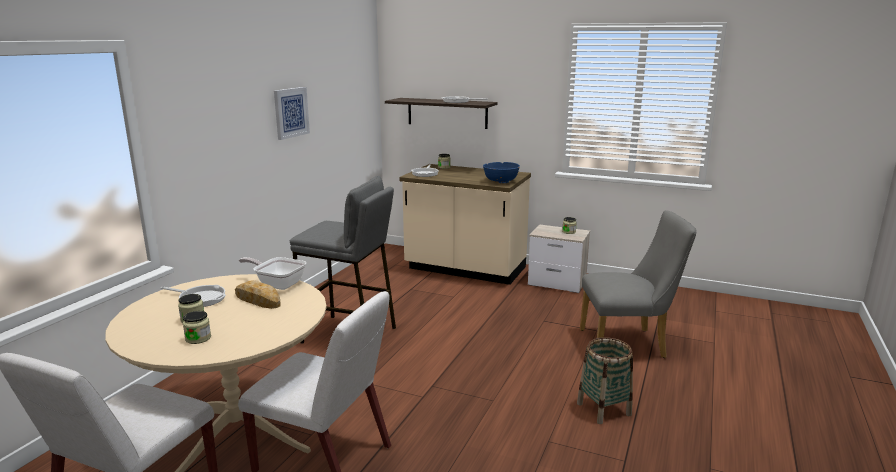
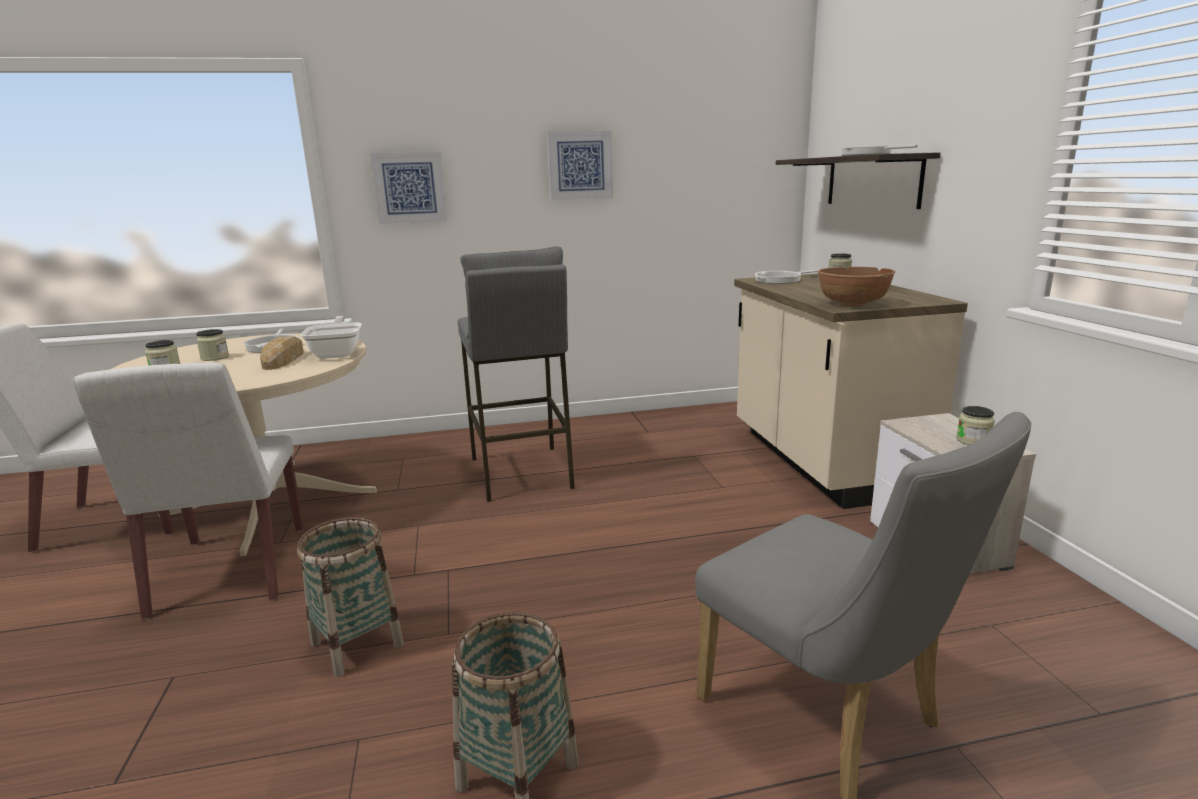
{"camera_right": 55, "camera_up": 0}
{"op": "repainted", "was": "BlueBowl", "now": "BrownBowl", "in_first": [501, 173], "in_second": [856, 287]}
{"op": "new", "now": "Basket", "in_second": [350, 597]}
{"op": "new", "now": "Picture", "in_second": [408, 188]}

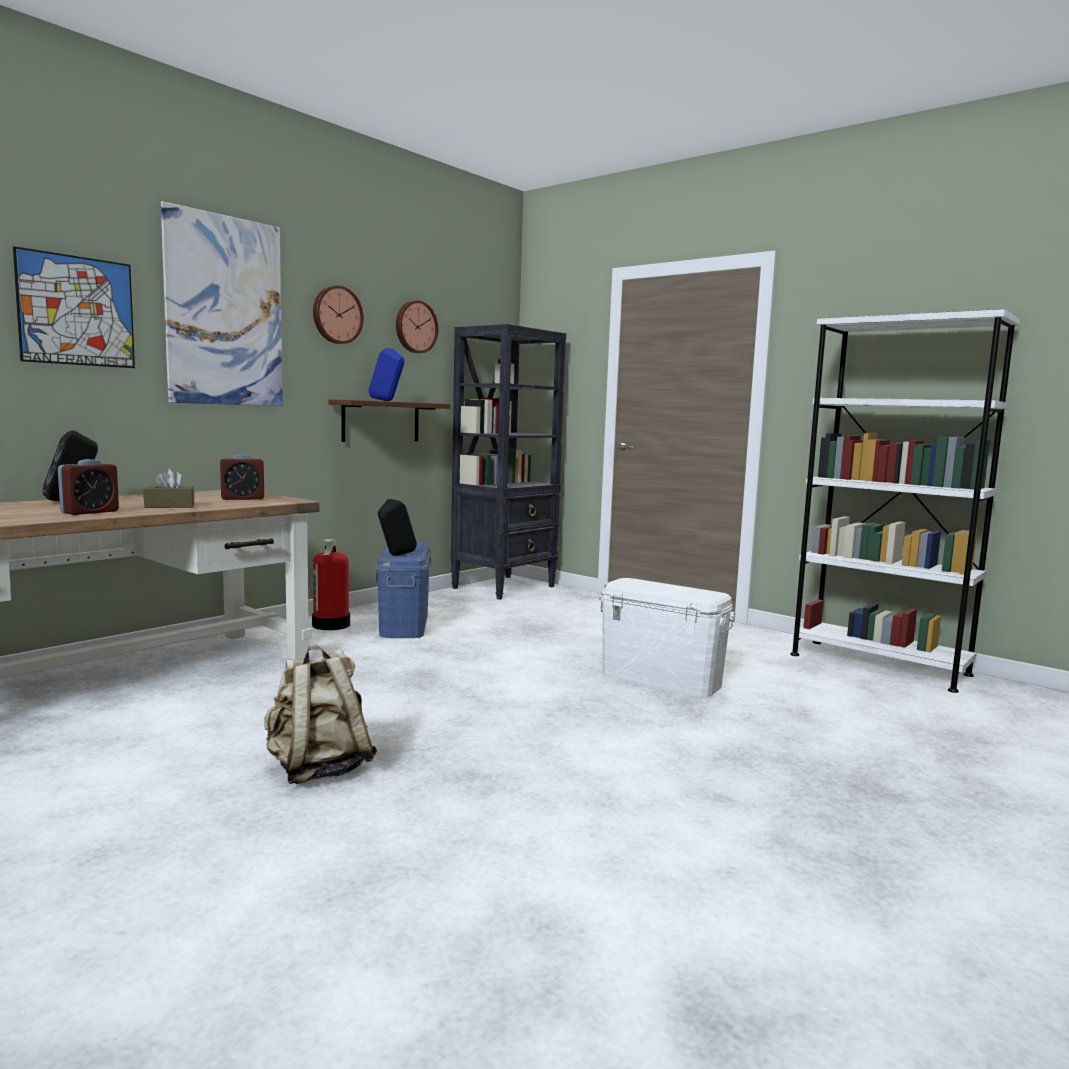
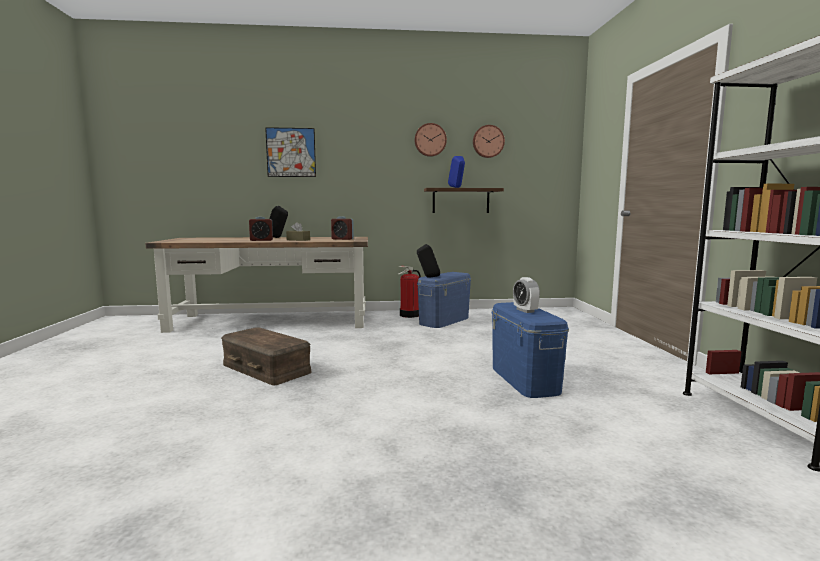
{"camera_right": 45, "camera_up": 0}
{"op": "gone", "was": "Picture", "in_first": [222, 303]}
{"op": "swapped", "was": "BeigeBackpack", "now": "BrownStorageBox", "in_first": [320, 715], "in_second": [266, 356]}
{"op": "gone", "was": "BlackBookcase", "in_first": [508, 462]}
{"op": "repainted", "was": "WhiteStorageBox", "now": "BlueStorageBox", "in_first": [667, 638], "in_second": [530, 350]}
{"op": "new", "now": "AlarmClock", "in_second": [526, 295]}

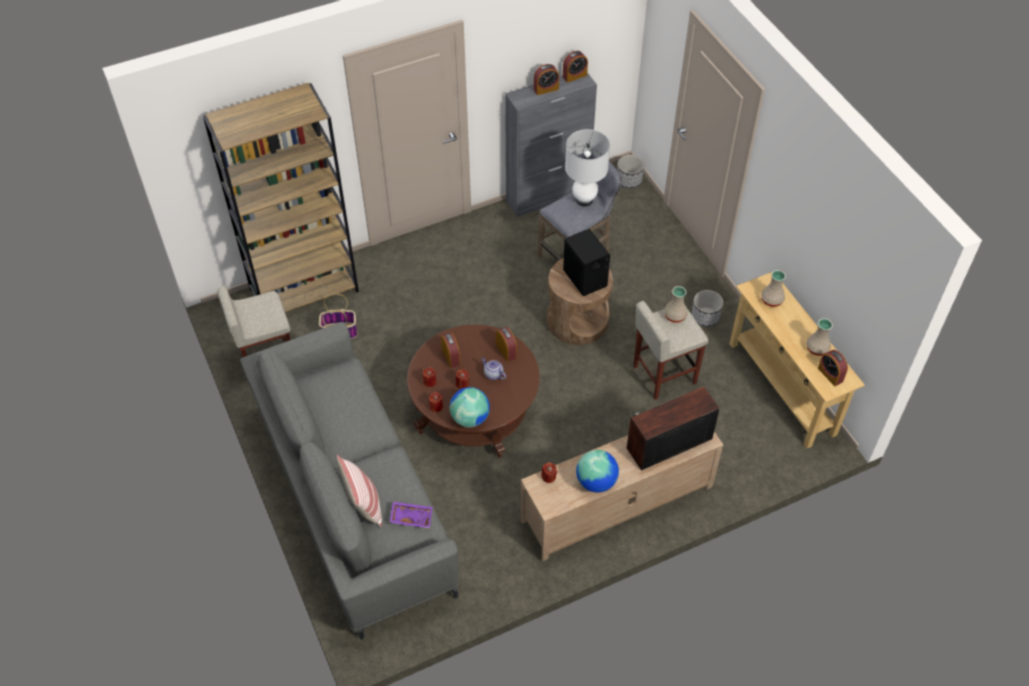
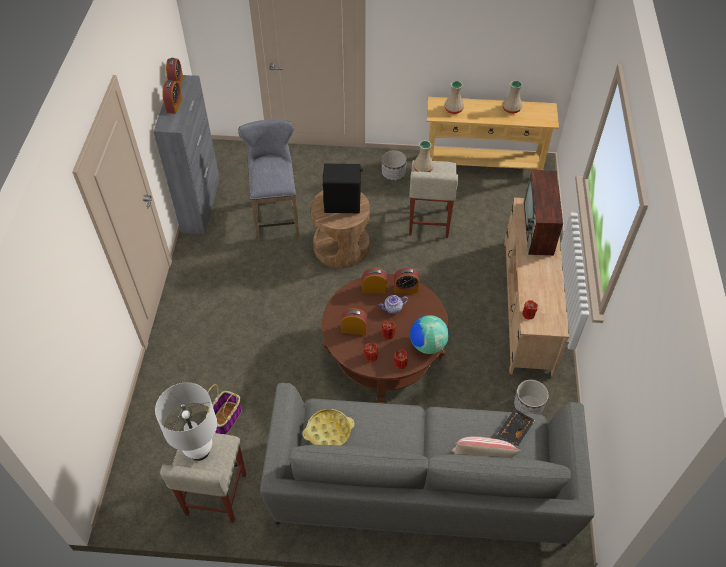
{"camera_right": -60, "camera_up": 0}
{"op": "gone", "was": "BrownBookcase", "in_first": [281, 197]}
{"op": "repainted", "was": "PurpleTray", "now": "BlackTray", "in_first": [411, 515], "in_second": [516, 427]}
{"op": "shifted", "was": "WhiteTableLamp", "in_first": [587, 167], "in_second": [186, 421]}
{"op": "gone", "was": "Globe", "in_first": [597, 471]}
{"op": "shifted", "was": "Planter", "in_first": [631, 171], "in_second": [531, 397]}
{"op": "shifted", "was": "AlarmClock", "in_first": [833, 368], "in_second": [406, 280]}
{"op": "new", "now": "YellowTray", "in_second": [329, 427]}

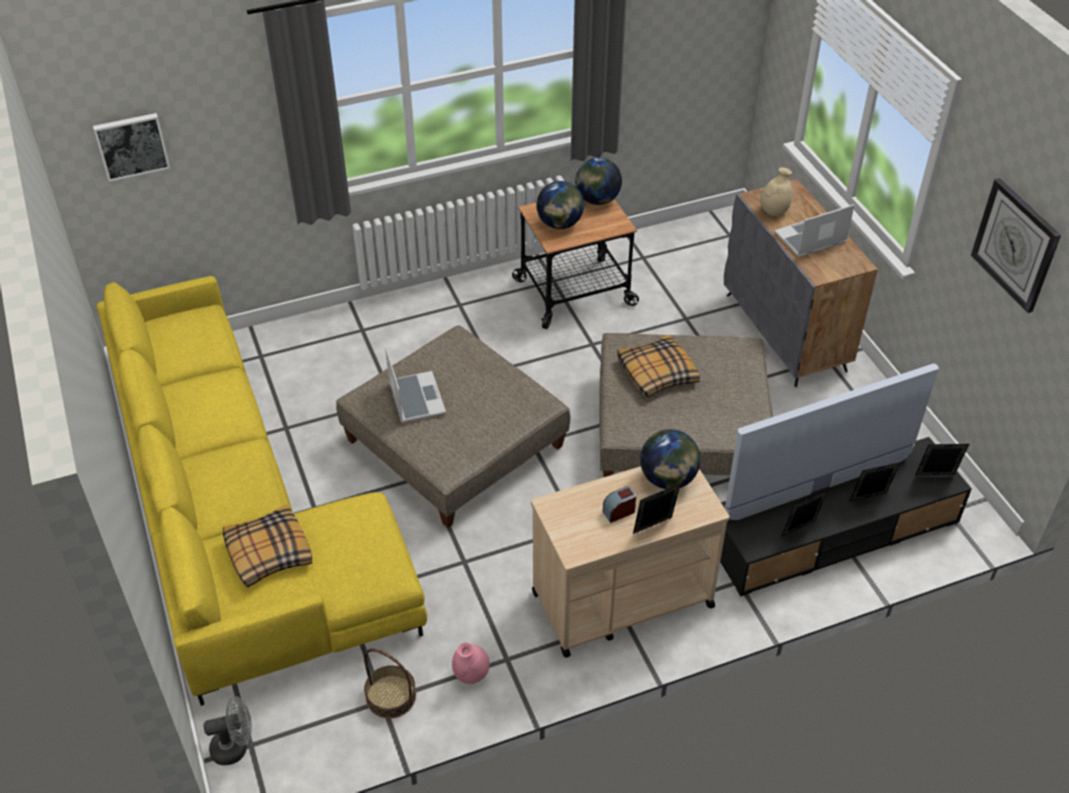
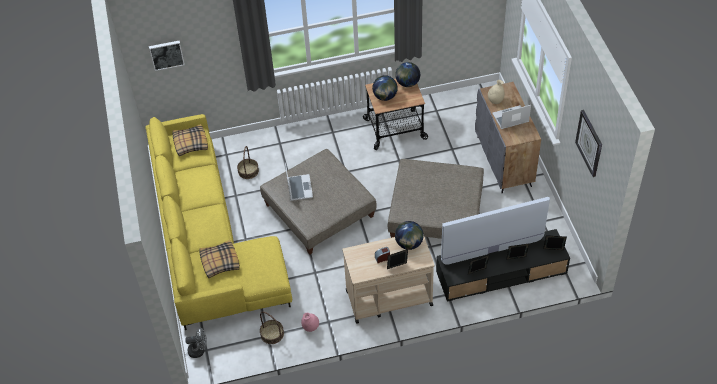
{"camera_right": 10, "camera_up": 5}
{"op": "shifted", "was": "Pillow", "in_first": [658, 366], "in_second": [190, 140]}
{"op": "new", "now": "Basket", "in_second": [248, 162]}

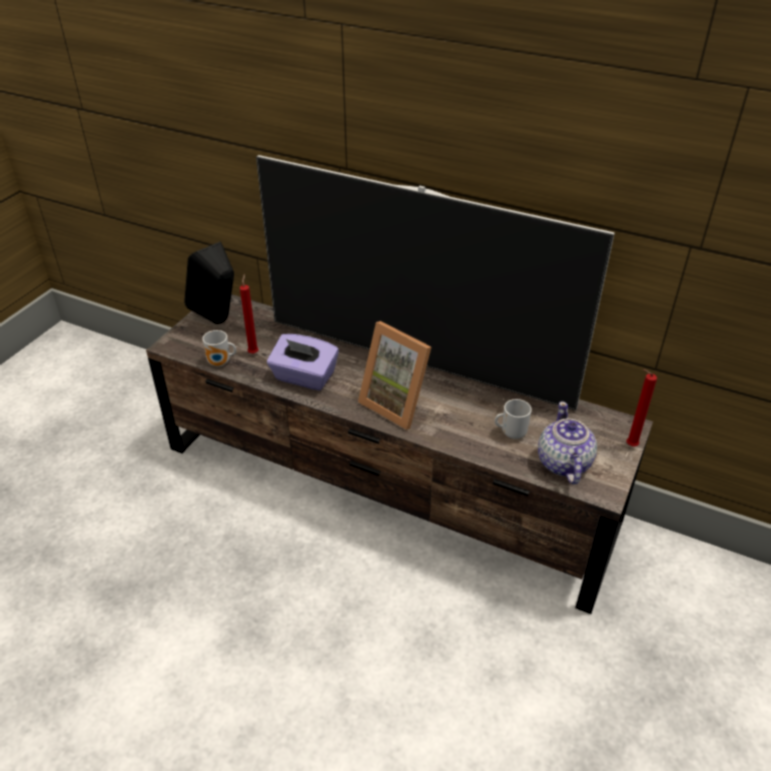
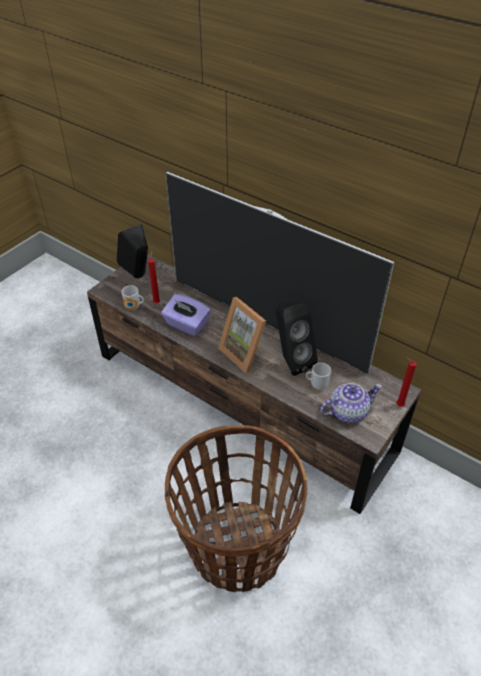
{"camera_right": 10, "camera_up": 5}
{"op": "rotated", "was": "Teapot", "in_first": [567, 443], "in_second": [351, 403], "clockwise": 60}
{"op": "new", "now": "Basket", "in_second": [236, 508]}
{"op": "new", "now": "BlackSpeaker", "in_second": [297, 339]}

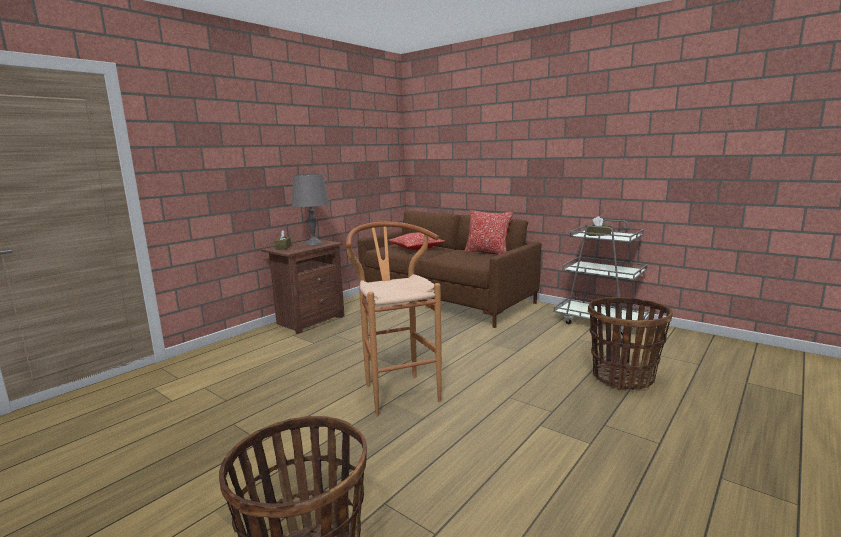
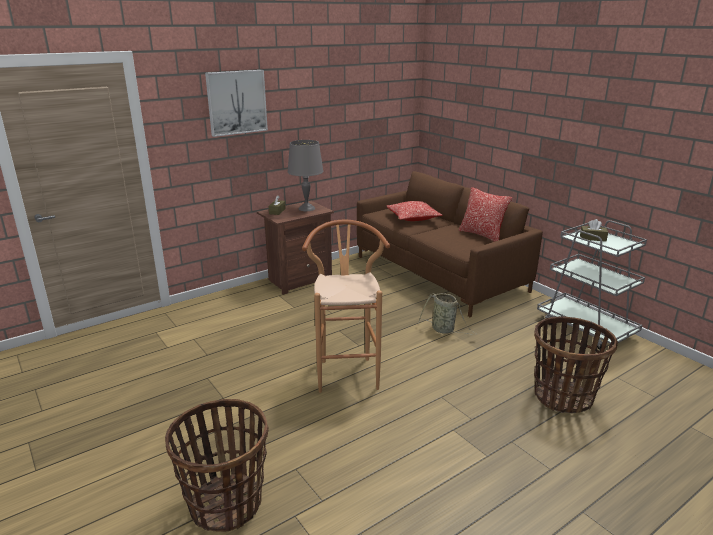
{"camera_right": 15, "camera_up": 10}
{"op": "new", "now": "Picture", "in_second": [236, 103]}
{"op": "new", "now": "Basket", "in_second": [447, 314]}

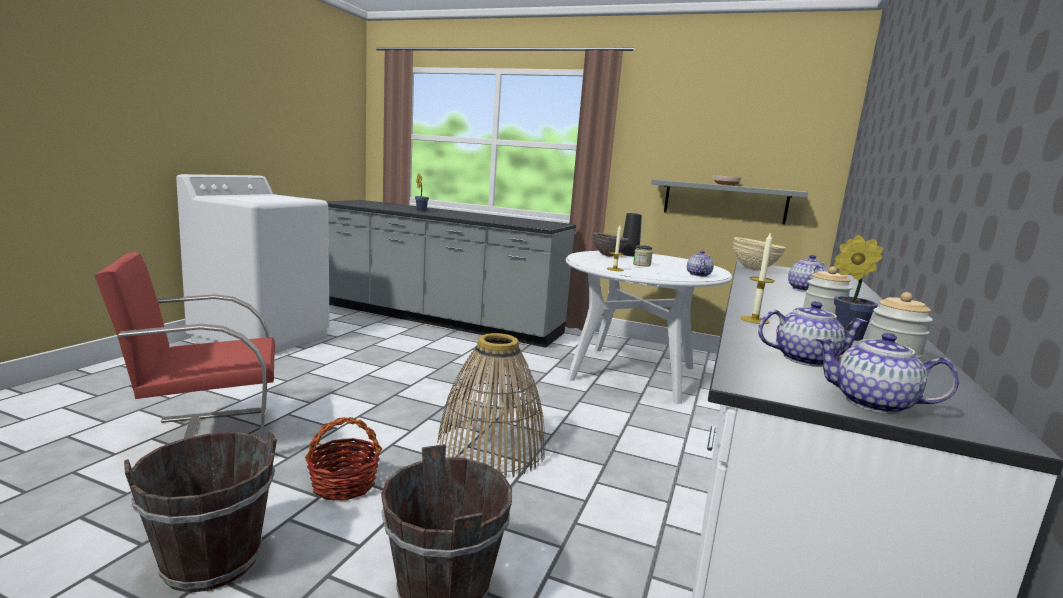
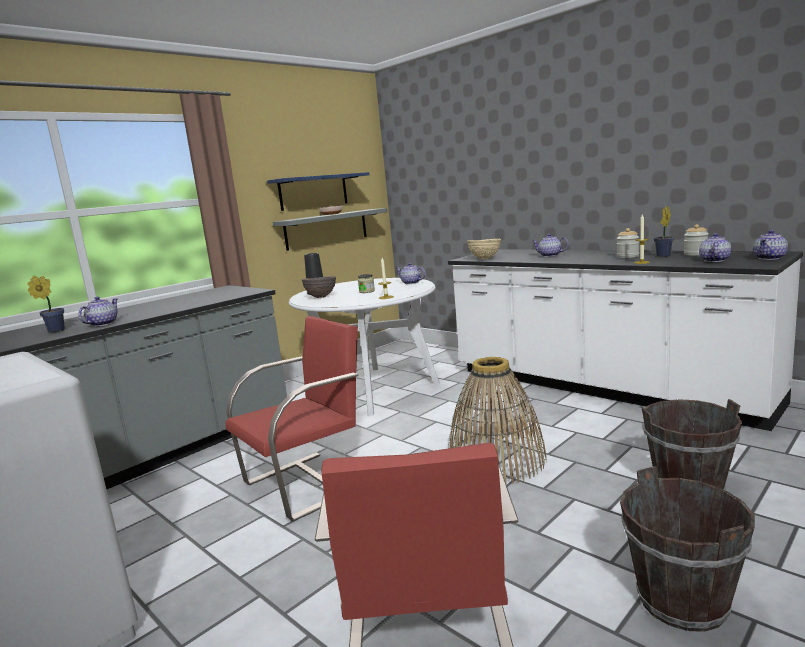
{"camera_right": -65, "camera_up": 0}
{"op": "gone", "was": "Basket", "in_first": [343, 459]}
{"op": "new", "now": "Teapot", "in_second": [97, 312]}
{"op": "new", "now": "RedChair", "in_second": [291, 419]}
{"op": "new", "now": "BlueShelf", "in_second": [318, 191]}

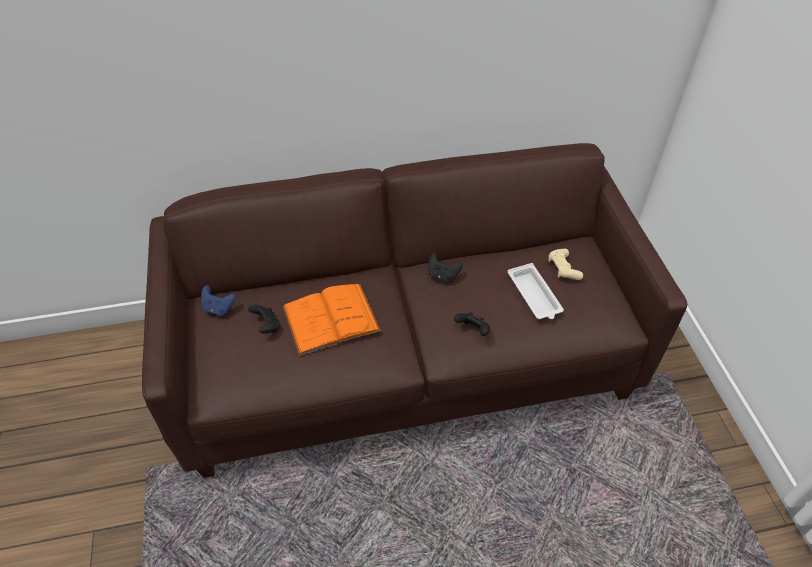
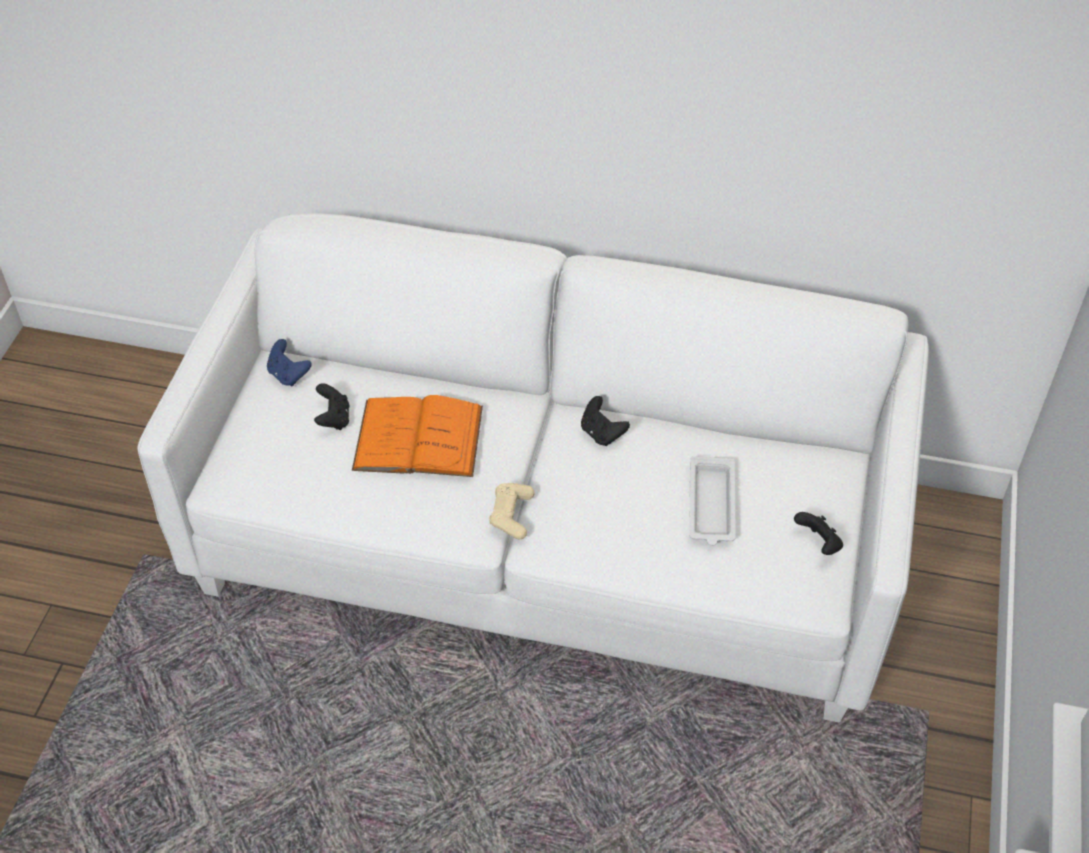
{"camera_right": 25, "camera_up": 0}
{"op": "repainted", "was": "BrownSofa", "now": "WhiteSofa", "in_first": [414, 310], "in_second": [533, 468]}
{"op": "shifted", "was": "BlackGameController", "in_first": [472, 324], "in_second": [818, 533]}
{"op": "shifted", "was": "BeigeGameController", "in_first": [565, 264], "in_second": [512, 511]}

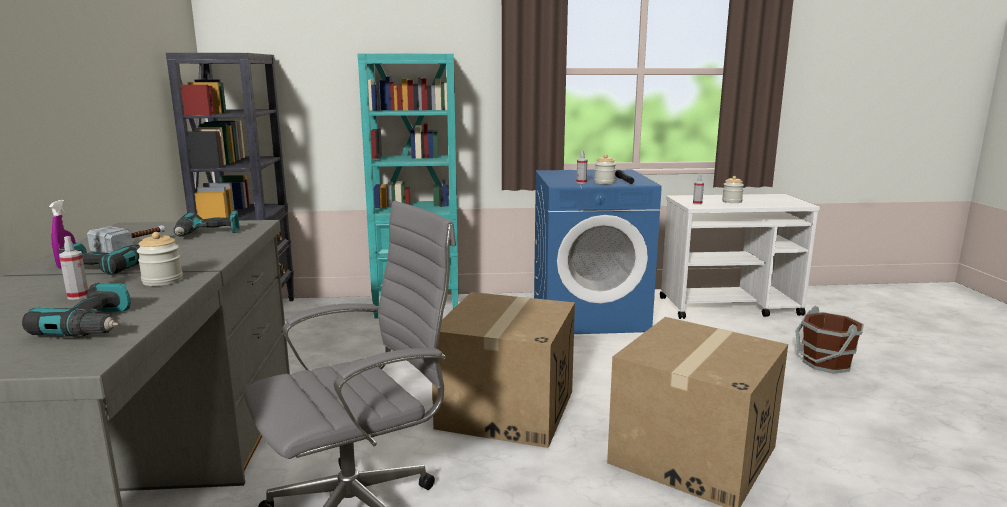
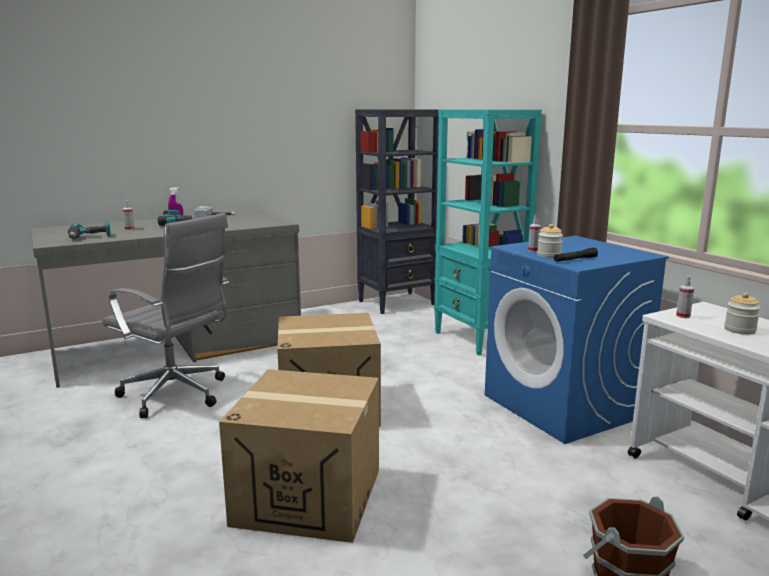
{"camera_right": 65, "camera_up": 0}
{"op": "gone", "was": "Jar", "in_first": [160, 259]}
{"op": "gone", "was": "PowerDrill", "in_first": [206, 224]}

